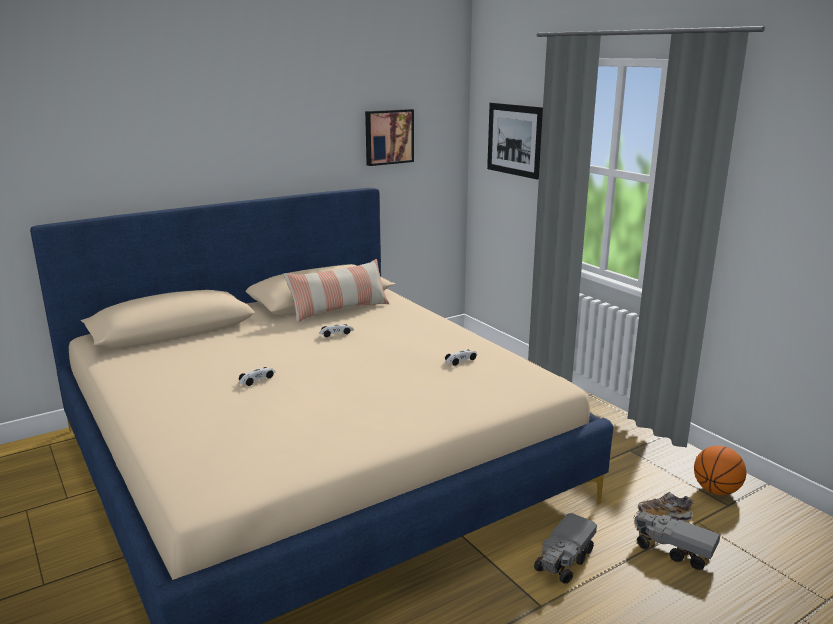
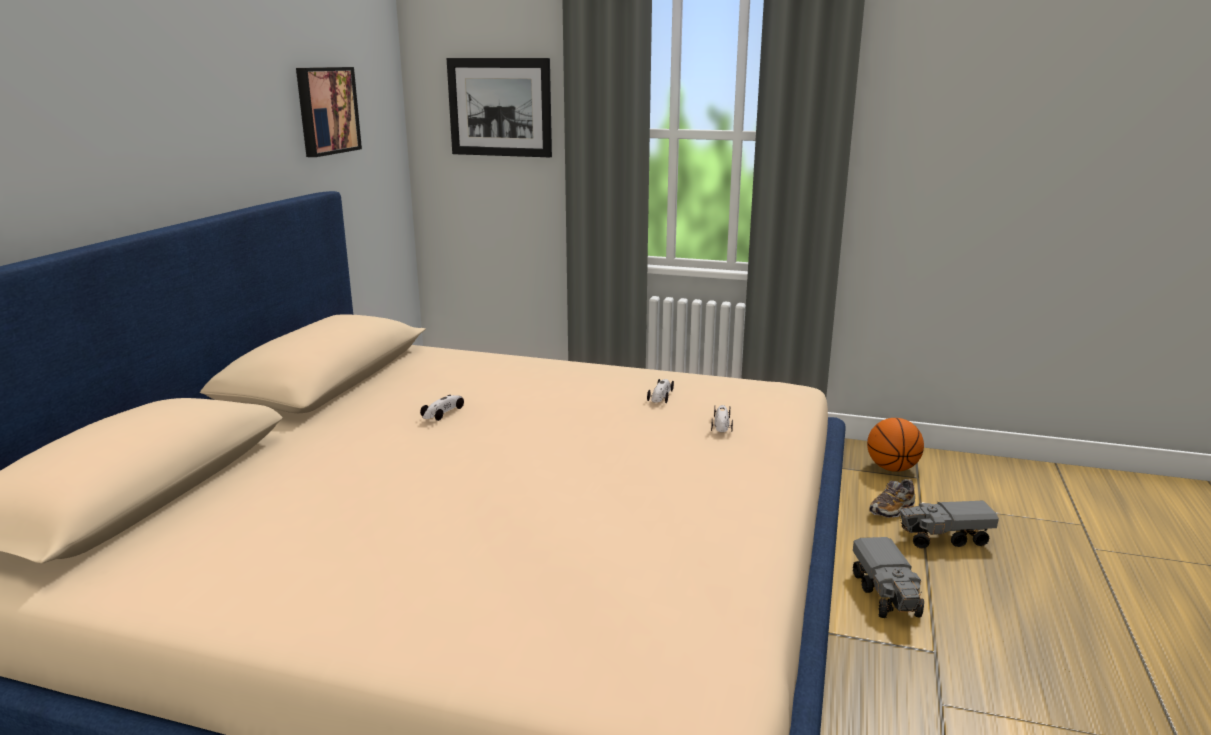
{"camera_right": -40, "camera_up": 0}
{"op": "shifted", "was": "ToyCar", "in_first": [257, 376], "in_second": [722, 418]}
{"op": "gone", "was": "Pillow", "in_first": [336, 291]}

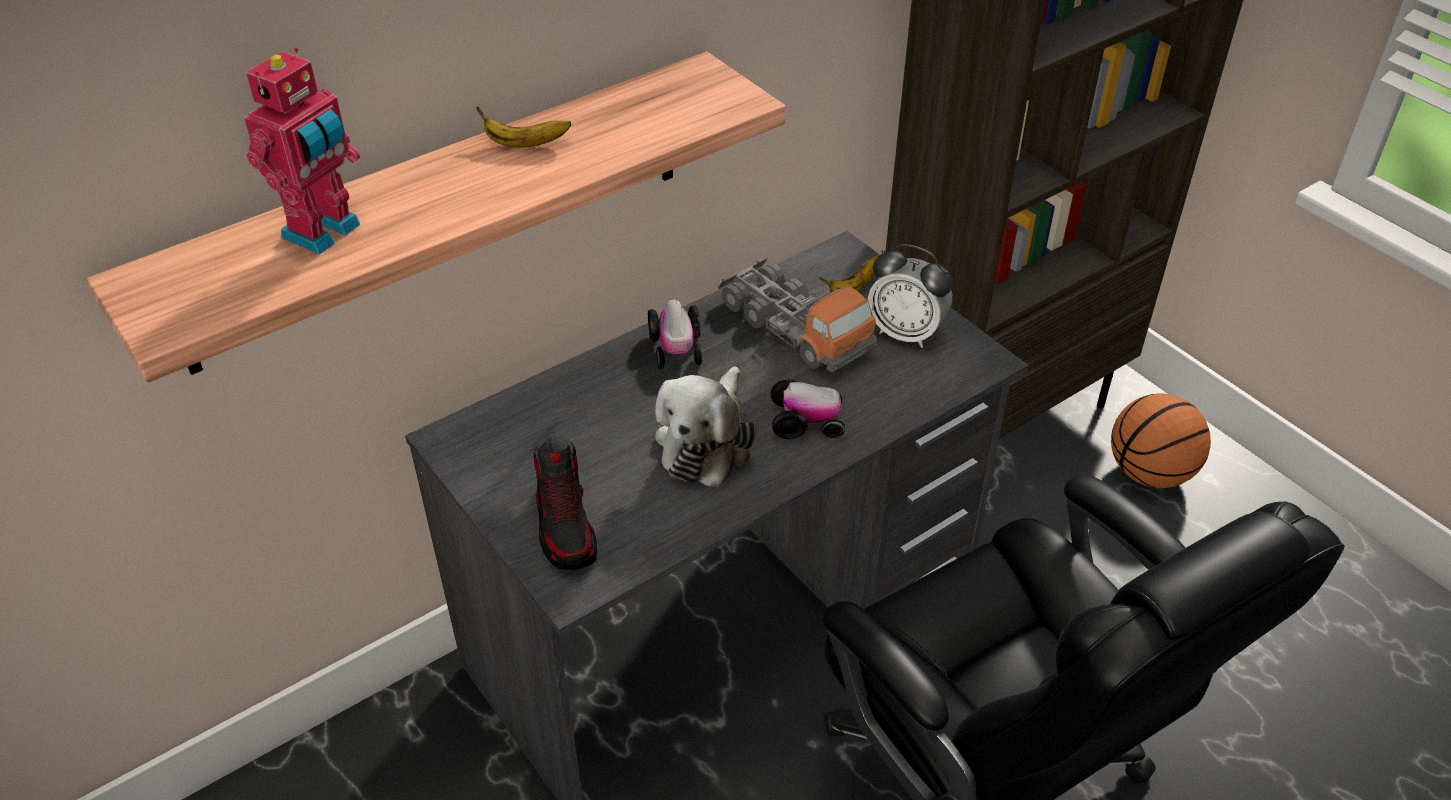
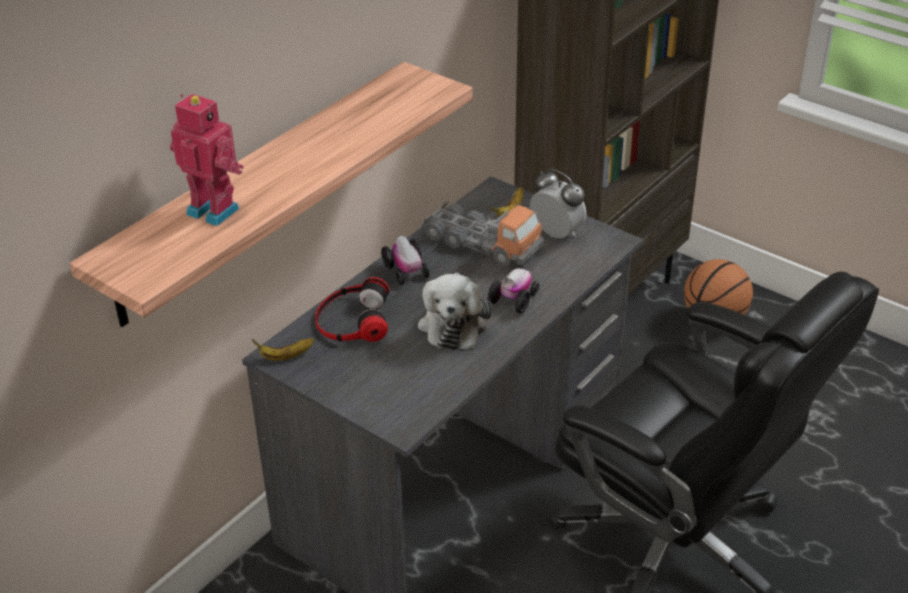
{"camera_right": -15, "camera_up": -5}
{"op": "rotated", "was": "ToyRobot", "in_first": [302, 151], "in_second": [207, 160], "clockwise": -75}
{"op": "shifted", "was": "Banana", "in_first": [523, 127], "in_second": [283, 349]}
{"op": "gone", "was": "Shoe", "in_first": [565, 503]}
{"op": "rotated", "was": "ToyCar", "in_first": [807, 409], "in_second": [513, 290], "clockwise": -45}
{"op": "rotated", "was": "AlarmClock", "in_first": [910, 296], "in_second": [558, 203], "clockwise": -150}
{"op": "new", "now": "Headphones", "in_second": [352, 309]}

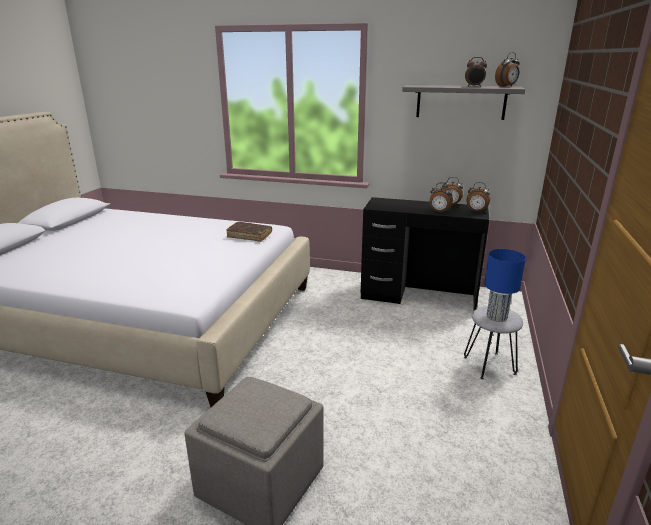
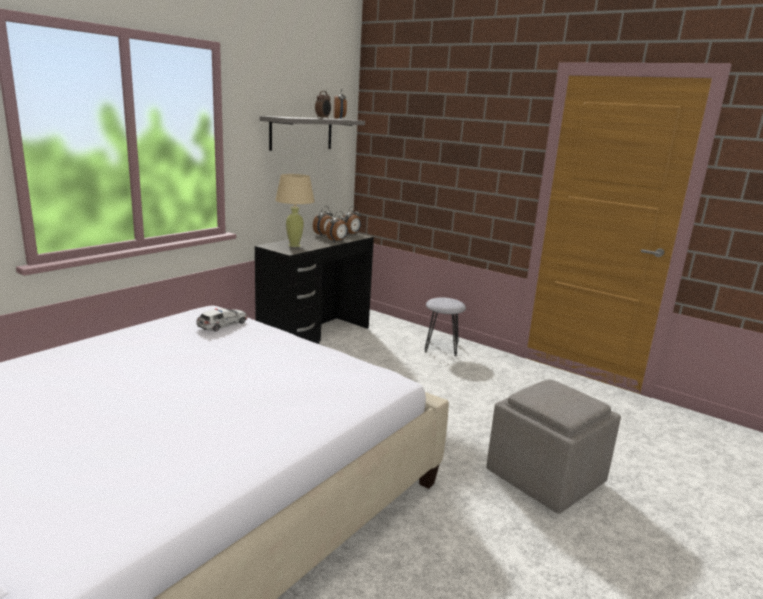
{"camera_right": -70, "camera_up": -5}
{"op": "swapped", "was": "BrownBook", "now": "ToyCar", "in_first": [249, 232], "in_second": [221, 319]}
{"op": "gone", "was": "BlueTableLamp", "in_first": [505, 285]}
{"op": "new", "now": "BeigeTableLamp", "in_second": [295, 210]}

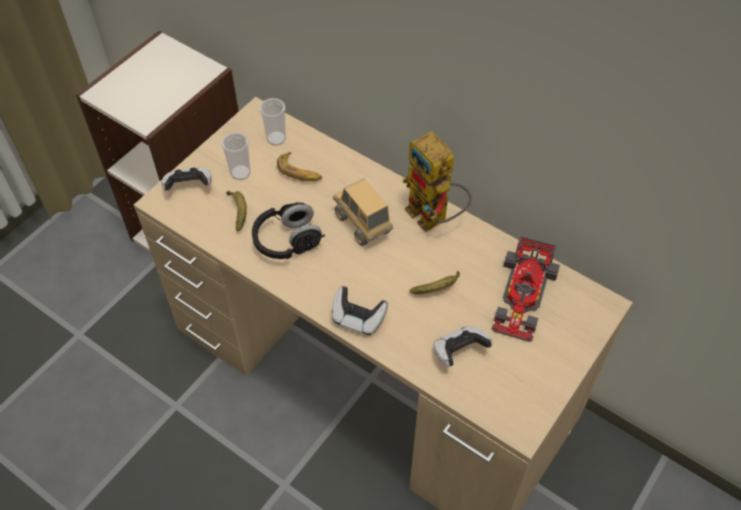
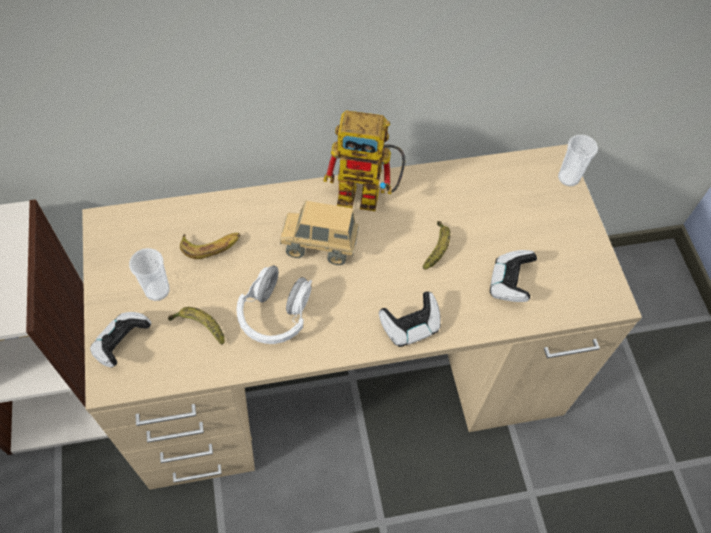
{"camera_right": -50, "camera_up": 5}
{"op": "repainted", "was": "BlackHeadphones", "now": "WhiteHeadphones", "in_first": [288, 230], "in_second": [274, 304]}
{"op": "shifted", "was": "Cup", "in_first": [272, 122], "in_second": [578, 161]}
{"op": "gone", "was": "ToyCar", "in_first": [525, 289]}

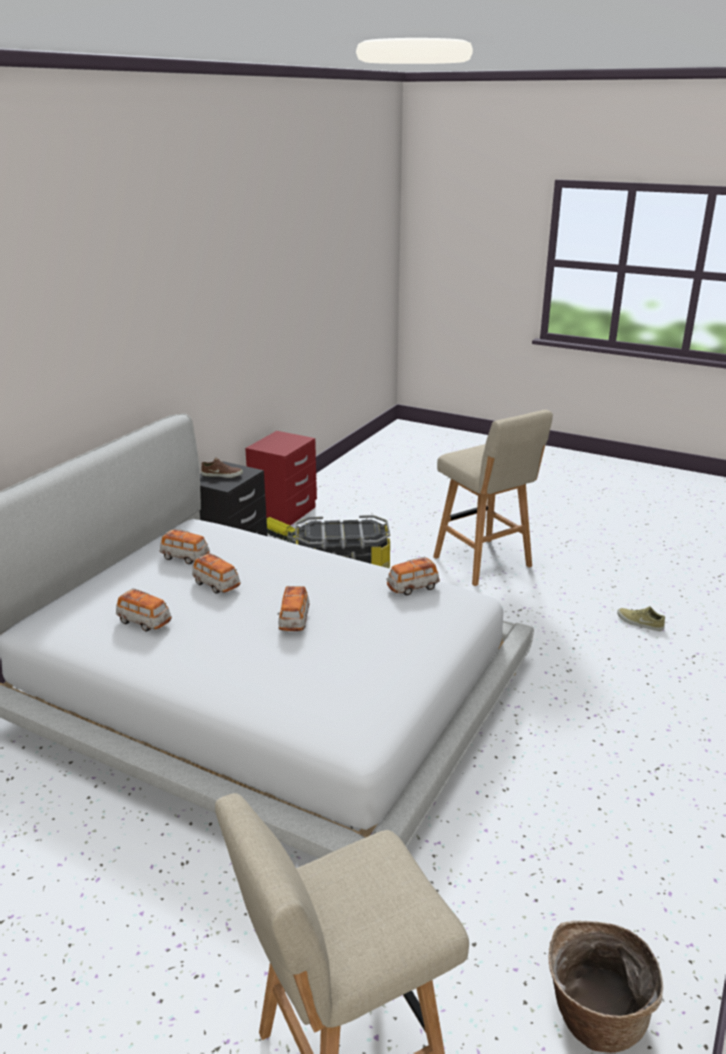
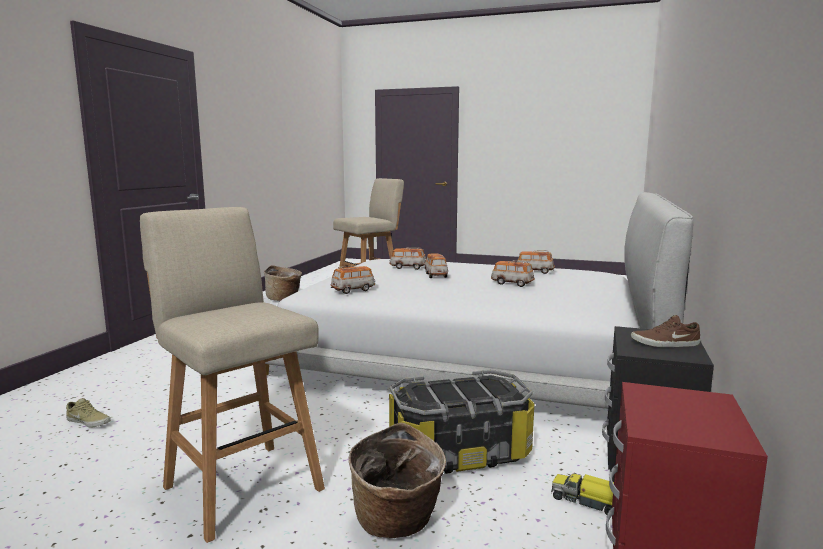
{"camera_right": 170, "camera_up": -15}
{"op": "shifted", "was": "ToyCar", "in_first": [184, 546], "in_second": [407, 258]}
{"op": "new", "now": "Basket", "in_second": [397, 480]}

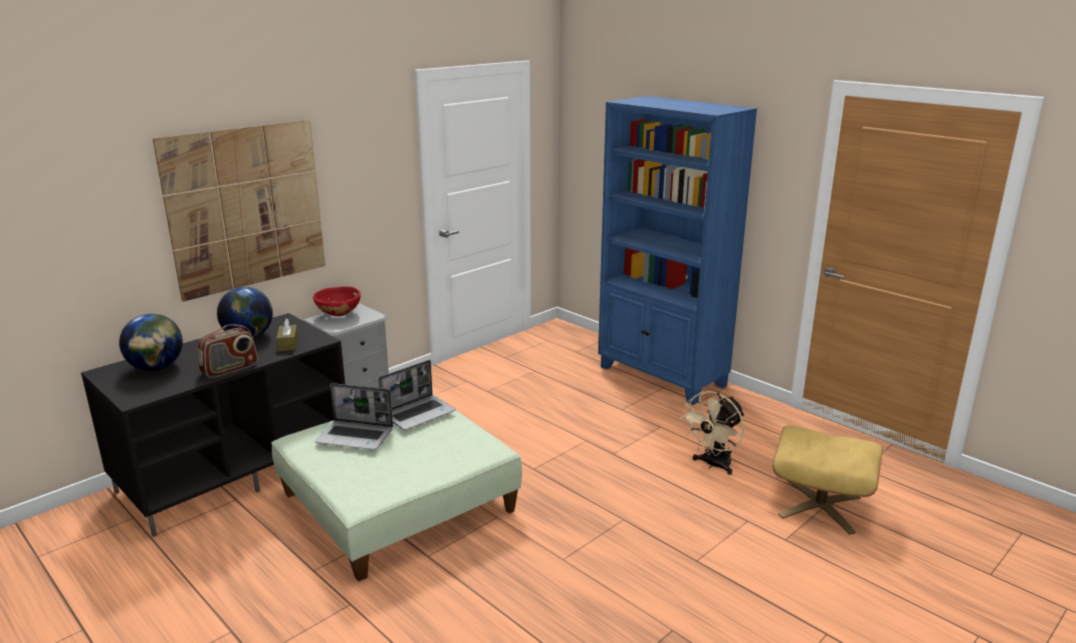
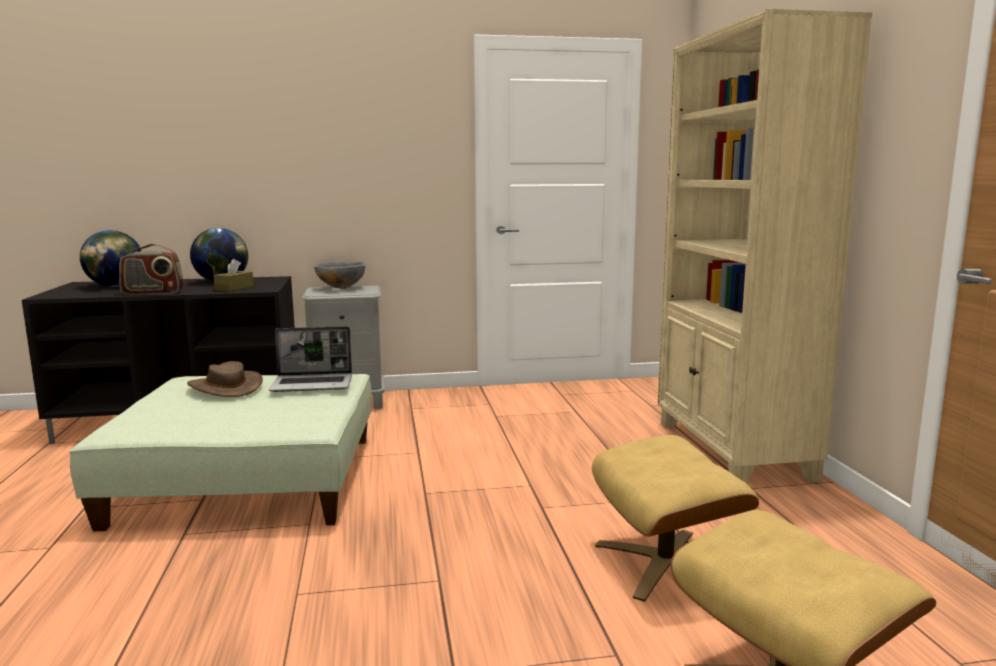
{"camera_right": 35, "camera_up": -10}
{"op": "gone", "was": "Picture", "in_first": [239, 211]}
{"op": "repainted", "was": "RedBowl", "now": "GreyBowl", "in_first": [337, 301], "in_second": [340, 275]}
{"op": "swapped", "was": "Laptop", "now": "BrownHat", "in_first": [354, 416], "in_second": [225, 379]}
{"op": "repainted", "was": "BlueBookcase", "now": "BeigeBookcase", "in_first": [677, 250], "in_second": [765, 247]}
{"op": "swapped", "was": "BeigeFan", "now": "BeigeOttoman", "in_first": [712, 433], "in_second": [675, 518]}

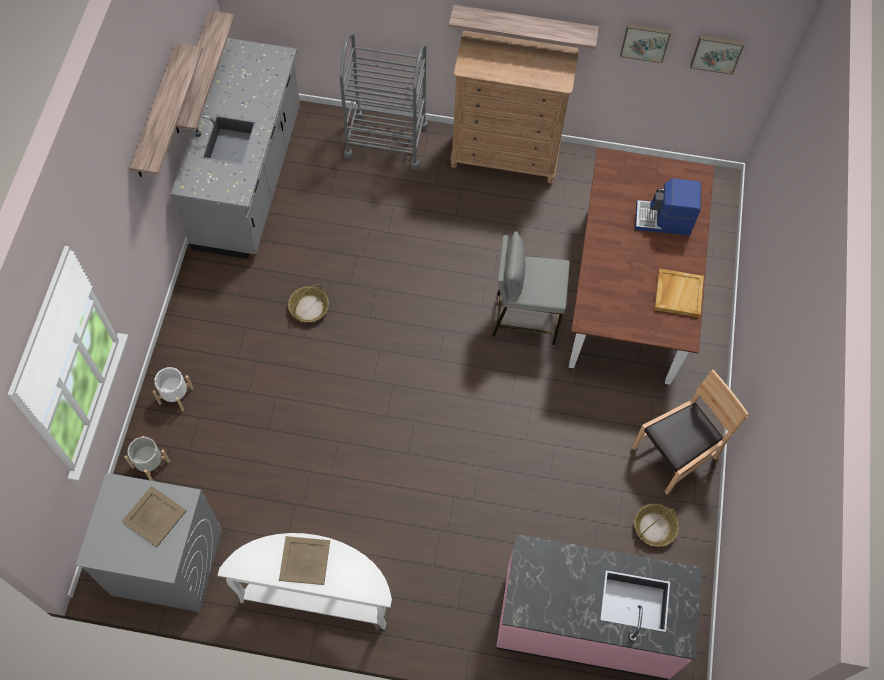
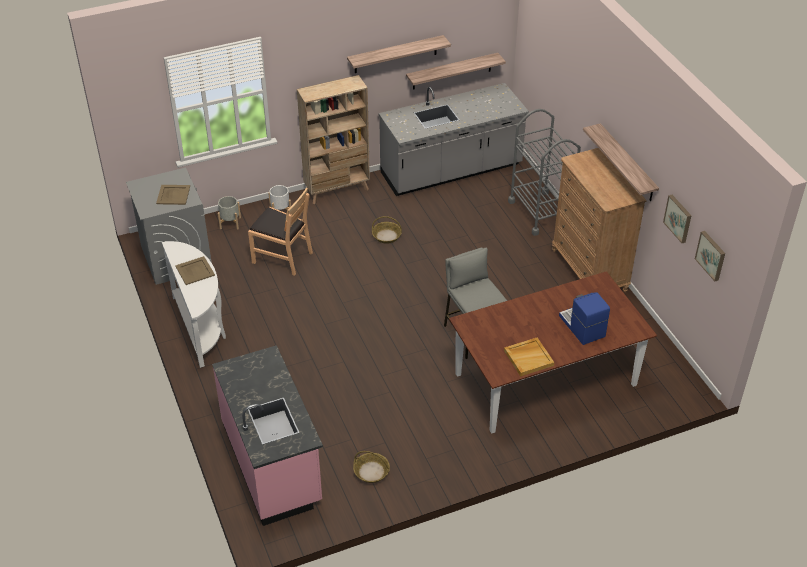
{"camera_right": 60, "camera_up": -20}
{"op": "shifted", "was": "BrownChair", "in_first": [690, 432], "in_second": [280, 232]}
{"op": "new", "now": "BeigeBookcase", "in_second": [333, 139]}

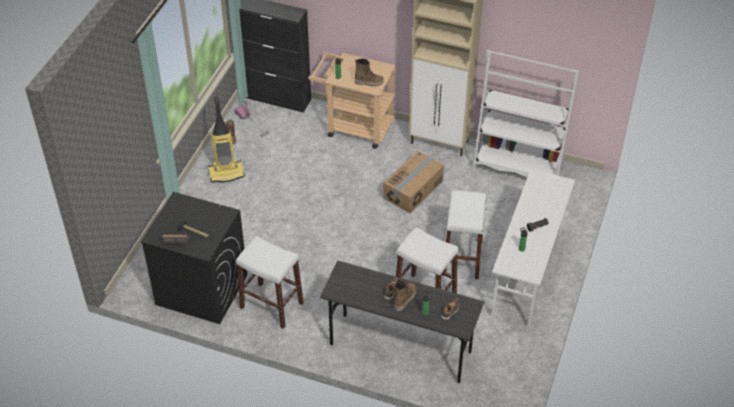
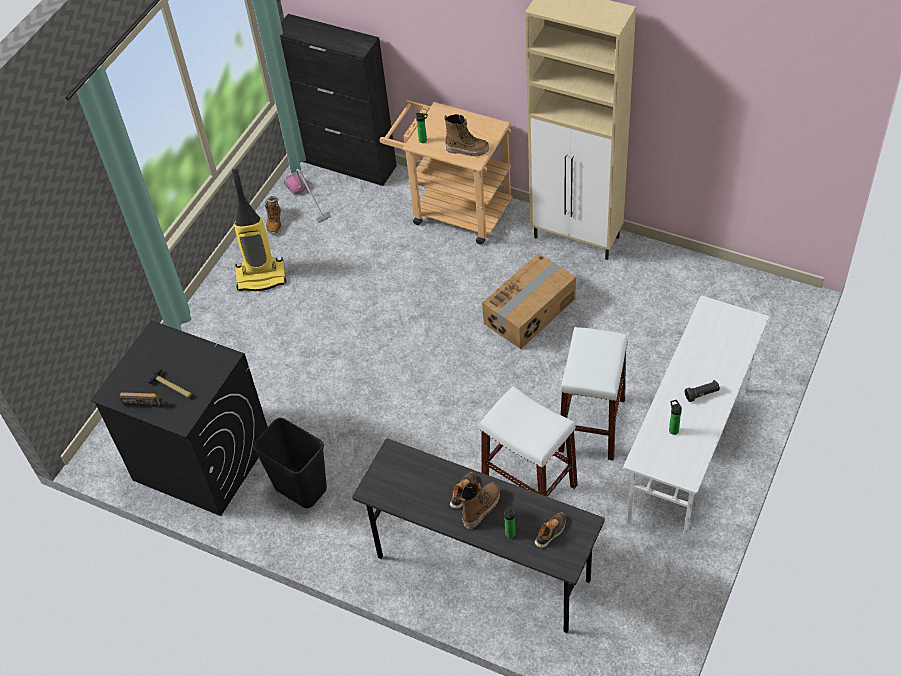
{"camera_right": 10, "camera_up": 5}
{"op": "swapped", "was": "WhiteStool", "now": "BlackTrashCan", "in_first": [270, 282], "in_second": [290, 463]}
{"op": "gone", "was": "WhiteBookcase", "in_first": [526, 113]}

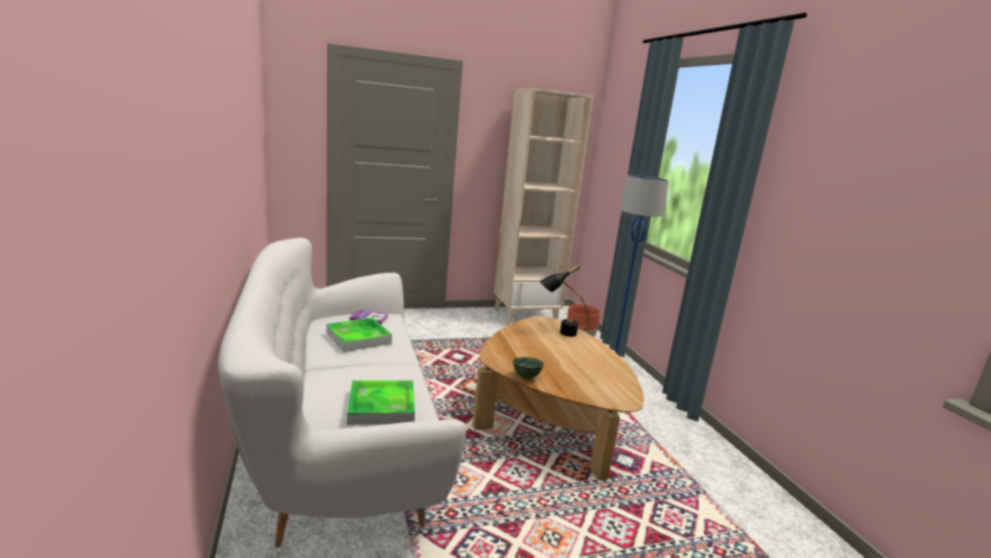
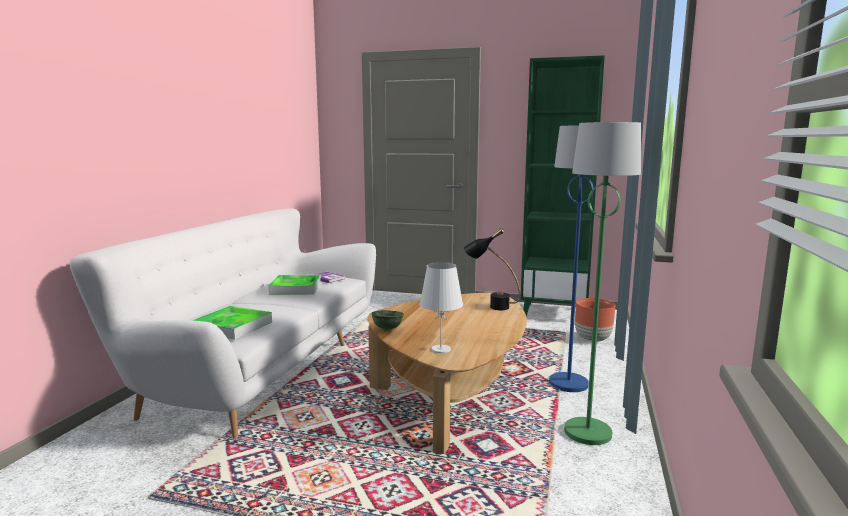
{"camera_right": 35, "camera_up": -5}
{"op": "repainted", "was": "BeigeBookcase", "now": "GreenBookcase", "in_first": [544, 207], "in_second": [563, 186]}
{"op": "new", "now": "WhiteTableLamp", "in_second": [441, 307]}
{"op": "new", "now": "GreenFloorLamp", "in_second": [602, 283]}

